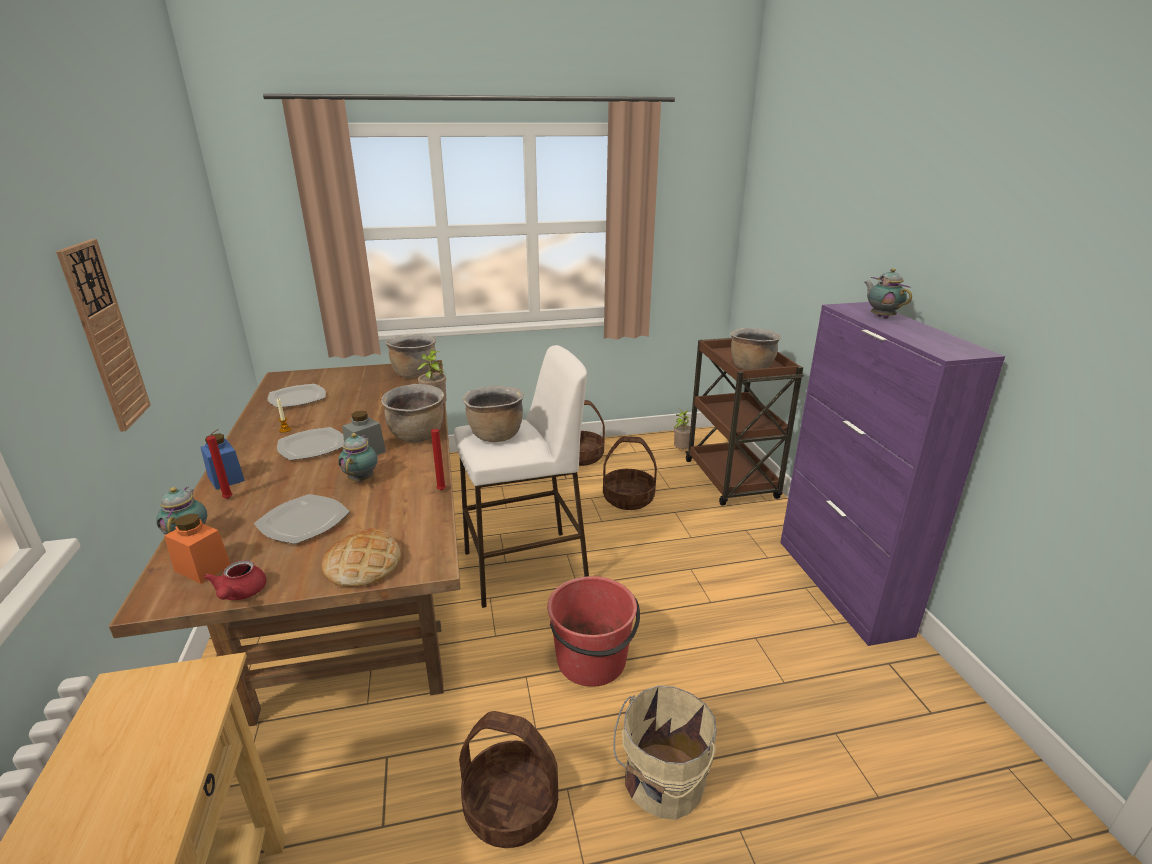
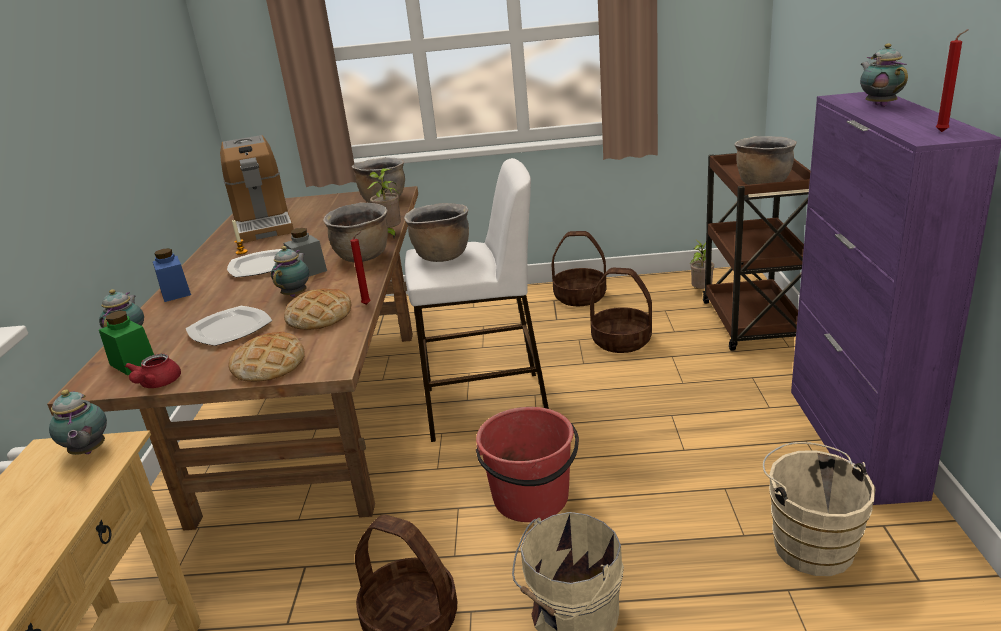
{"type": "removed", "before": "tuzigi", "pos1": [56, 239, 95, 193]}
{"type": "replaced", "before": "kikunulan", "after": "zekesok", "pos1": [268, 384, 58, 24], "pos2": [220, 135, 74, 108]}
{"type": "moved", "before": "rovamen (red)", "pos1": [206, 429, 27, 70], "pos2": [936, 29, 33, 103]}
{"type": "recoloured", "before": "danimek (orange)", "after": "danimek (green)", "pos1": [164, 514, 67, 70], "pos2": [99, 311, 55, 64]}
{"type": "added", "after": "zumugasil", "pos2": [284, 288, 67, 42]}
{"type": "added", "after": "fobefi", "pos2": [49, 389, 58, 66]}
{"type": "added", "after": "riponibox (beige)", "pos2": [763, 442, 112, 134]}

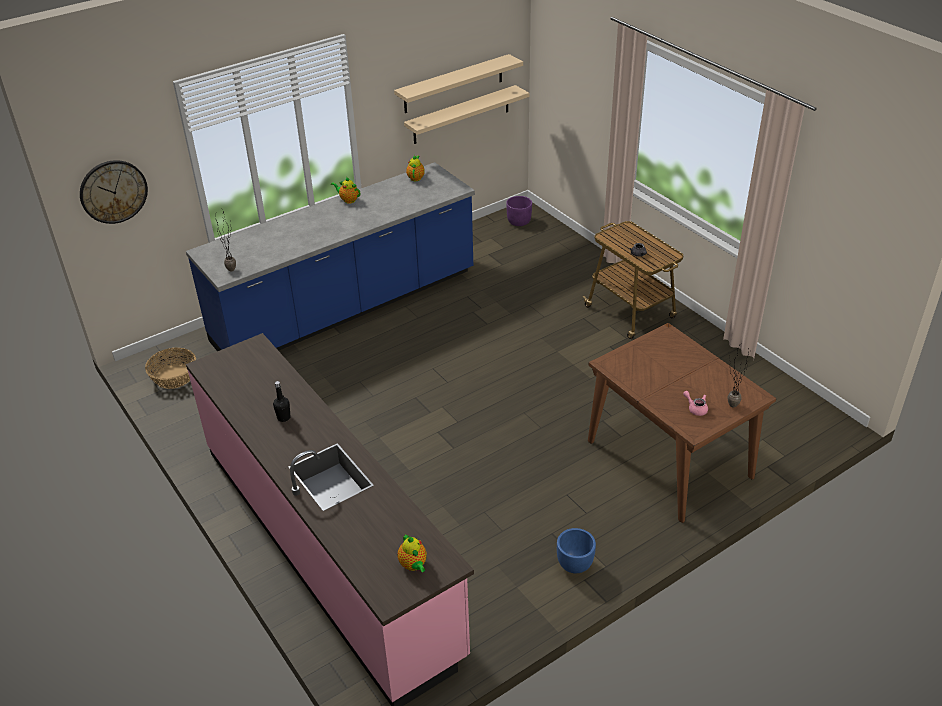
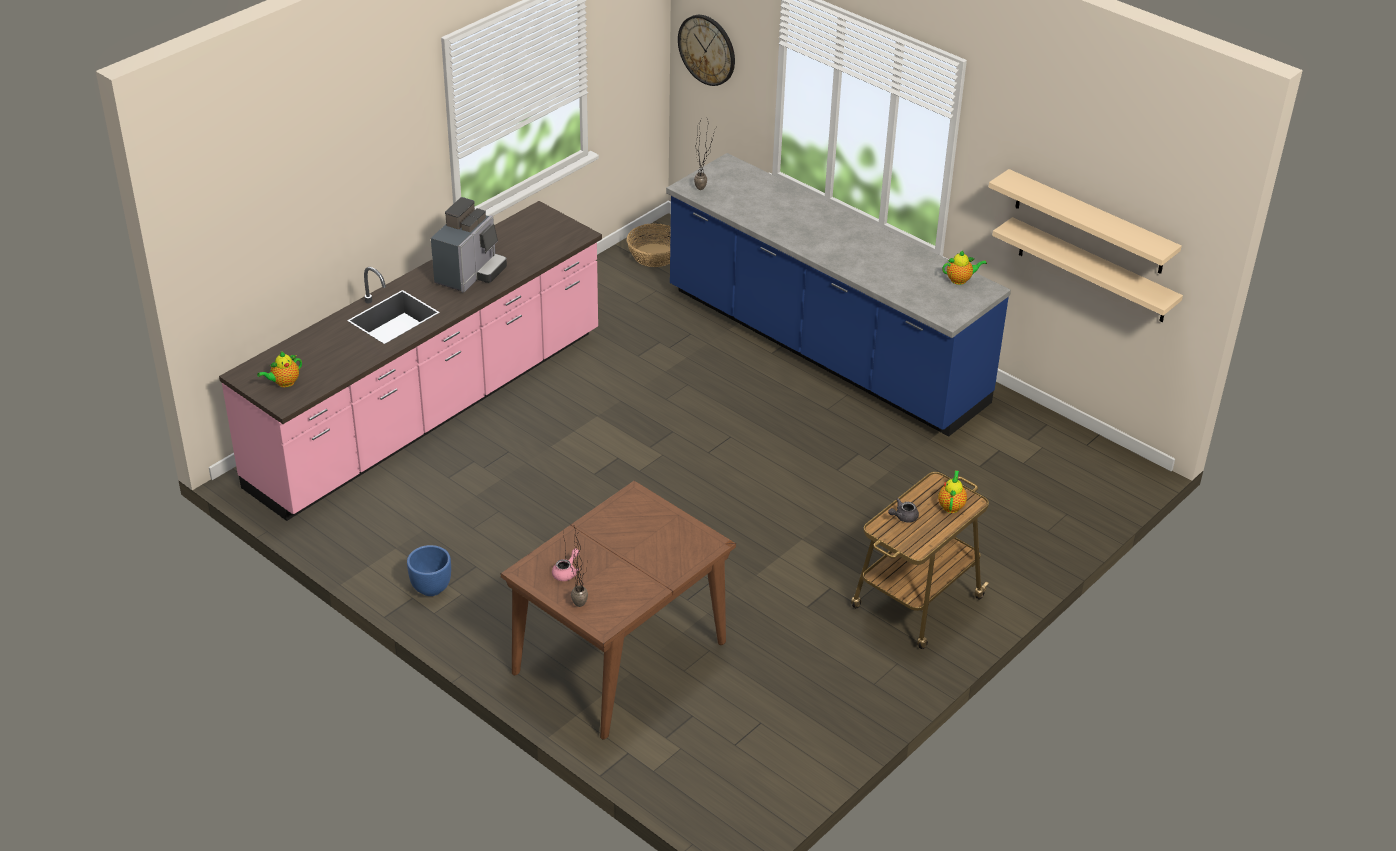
{"type": "moved", "before": "fobefi", "pos1": [331, 176, 29, 28], "pos2": [938, 470, 29, 43]}
{"type": "removed", "before": "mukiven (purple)", "pos1": [506, 196, 26, 30]}
{"type": "replaced", "before": "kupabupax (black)", "after": "zekesok", "pos1": [273, 381, 17, 41], "pos2": [431, 197, 76, 96]}

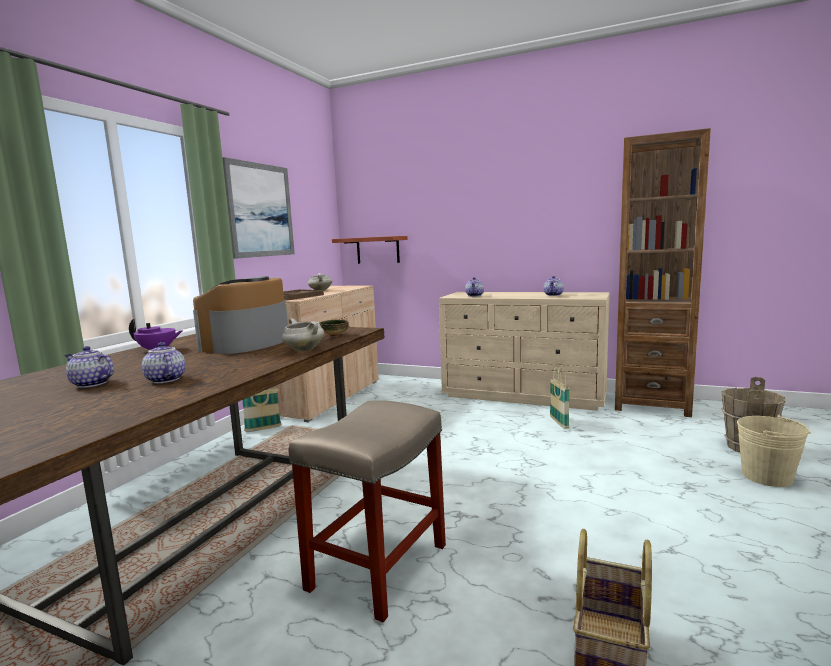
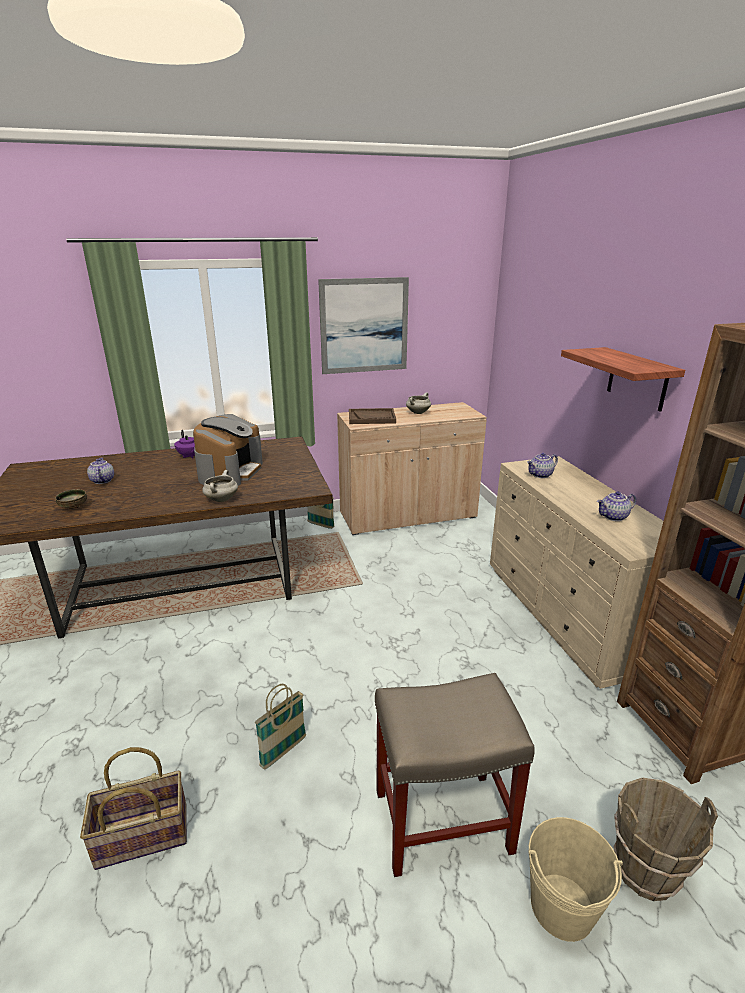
{"type": "moved", "before": "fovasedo", "pos1": [332, 236, 75, 28], "pos2": [561, 347, 124, 65]}
{"type": "turned", "before": "zekesok", "pos1": [193, 276, 95, 78], "pos2": [193, 414, 70, 72], "turn": 120}
{"type": "moved", "before": "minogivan", "pos1": [319, 319, 30, 18], "pos2": [55, 489, 32, 20]}
{"type": "removed", "before": "fobefi", "pos1": [142, 342, 43, 41]}
{"type": "moved", "before": "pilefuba", "pos1": [550, 367, 20, 62], "pos2": [255, 684, 51, 85]}
{"type": "moved", "before": "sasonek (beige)", "pos1": [289, 400, 157, 223], "pos2": [375, 673, 160, 204]}

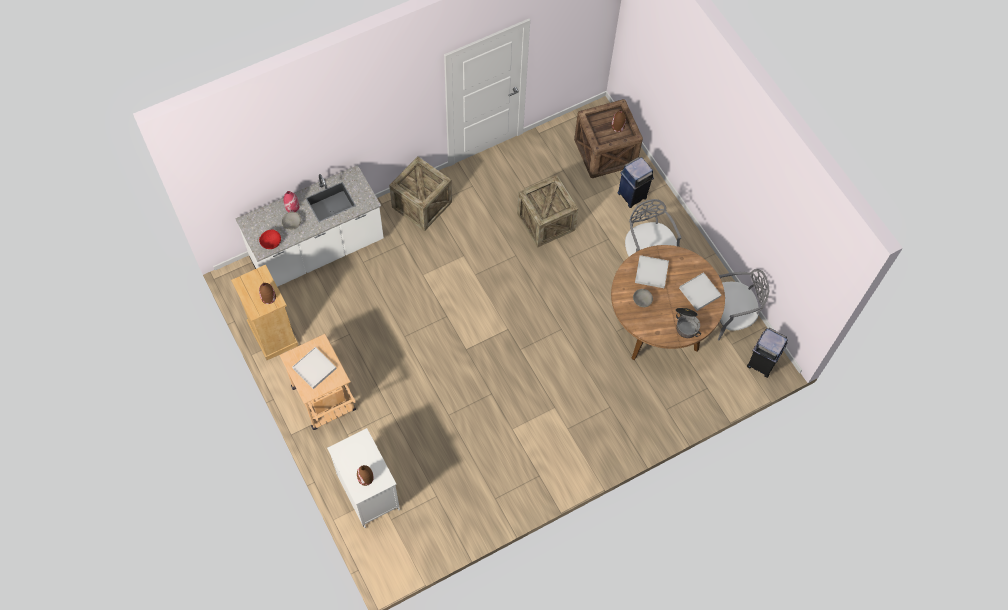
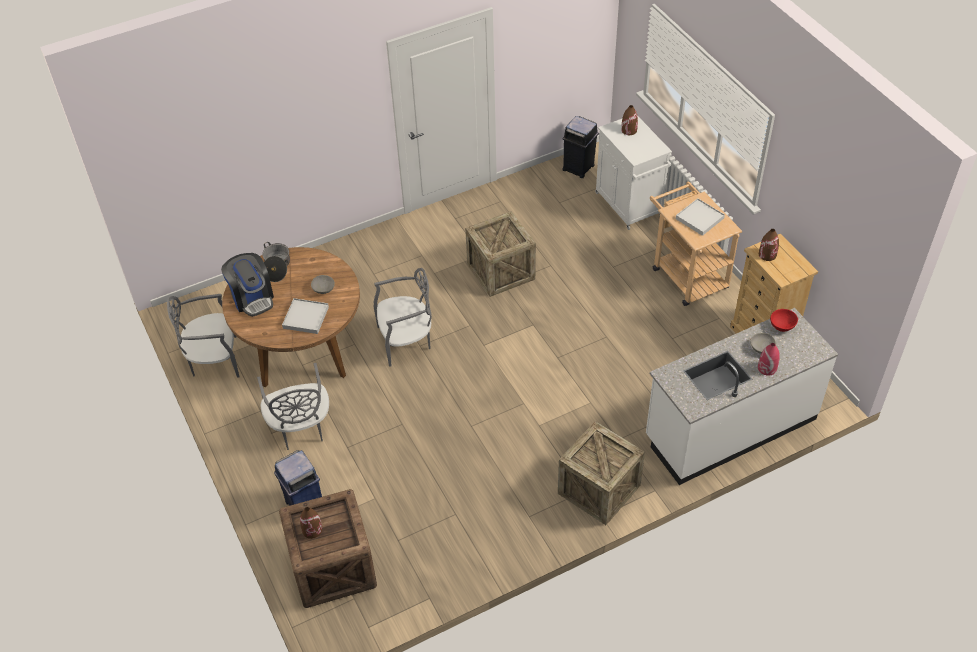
{"type": "moved", "before": "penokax", "pos1": [517, 175, 62, 73], "pos2": [465, 211, 71, 86]}
{"type": "replaced", "before": "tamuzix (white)", "after": "zekesok", "pos1": [679, 272, 42, 39], "pos2": [221, 253, 53, 64]}
{"type": "moved", "before": "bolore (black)", "pos1": [747, 328, 41, 50], "pos2": [562, 116, 37, 62]}
{"type": "added", "after": "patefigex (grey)", "pos2": [373, 268, 59, 99]}

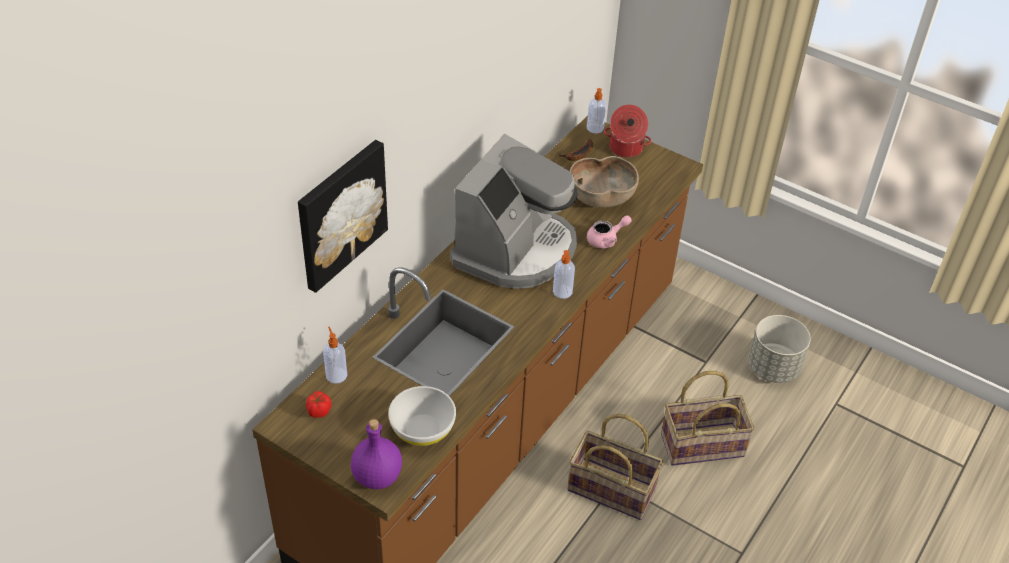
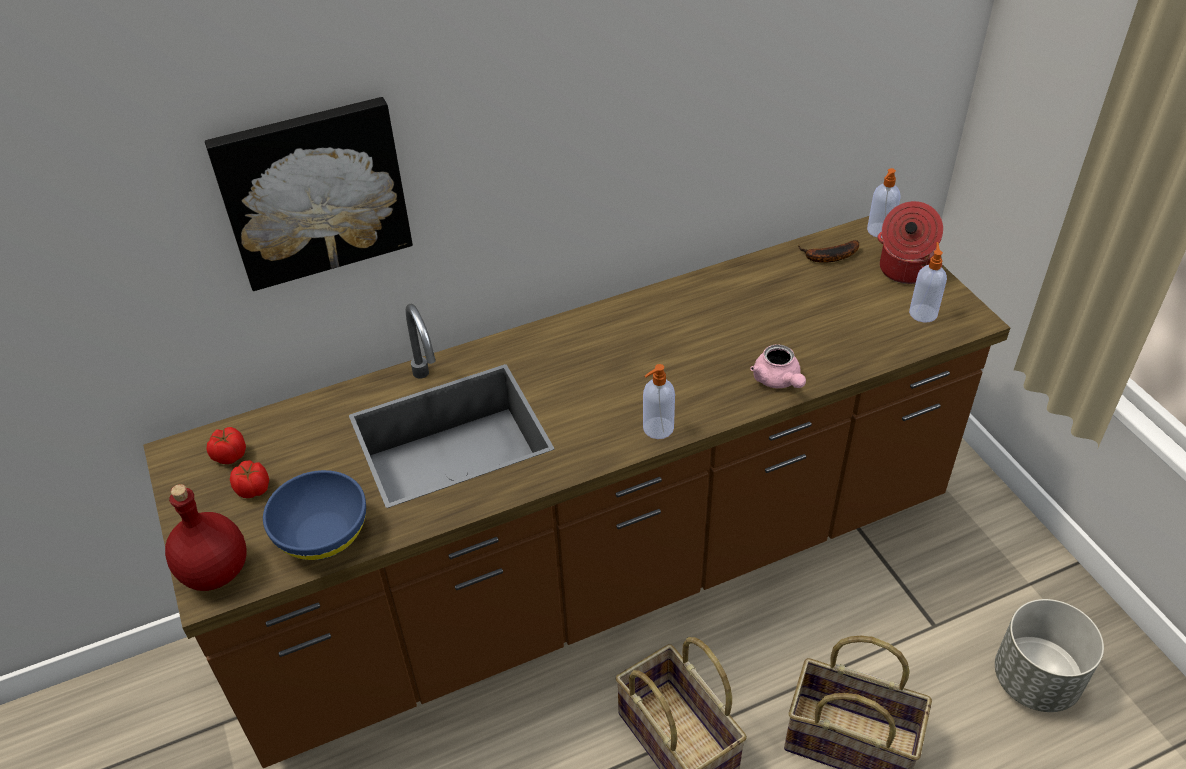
{"type": "removed", "before": "zekesok", "pos1": [450, 134, 128, 155]}
{"type": "removed", "before": "minogivan (brown)", "pos1": [570, 156, 69, 51]}
{"type": "turned", "before": "fobefi (pink)", "pos1": [587, 215, 44, 33], "pos2": [750, 344, 56, 44], "turn": 60}
{"type": "moved", "before": "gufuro", "pos1": [323, 327, 24, 57], "pos2": [909, 242, 38, 80]}
{"type": "recoloured", "before": "minogivan (white)", "after": "minogivan (blue)", "pos1": [388, 386, 68, 60], "pos2": [263, 470, 103, 90]}
{"type": "recoloured", "before": "kupabupax (purple)", "after": "kupabupax (red)", "pos1": [351, 419, 51, 70], "pos2": [165, 484, 82, 107]}
{"type": "added", "after": "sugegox", "pos2": [230, 460, 39, 38]}

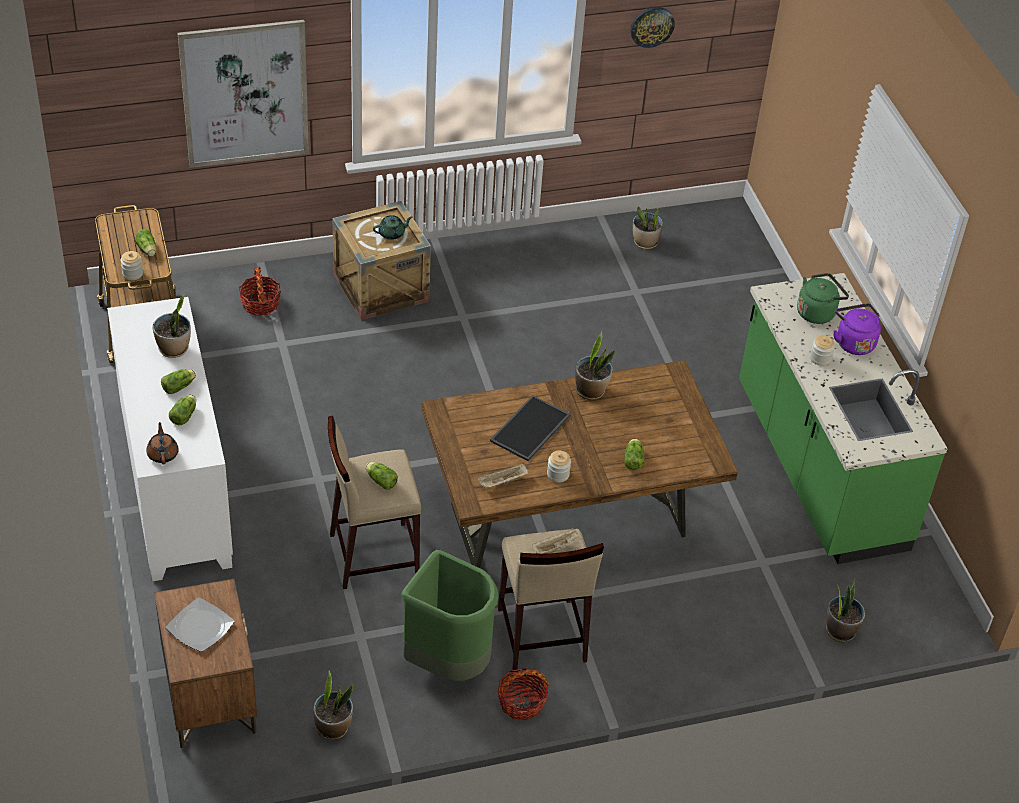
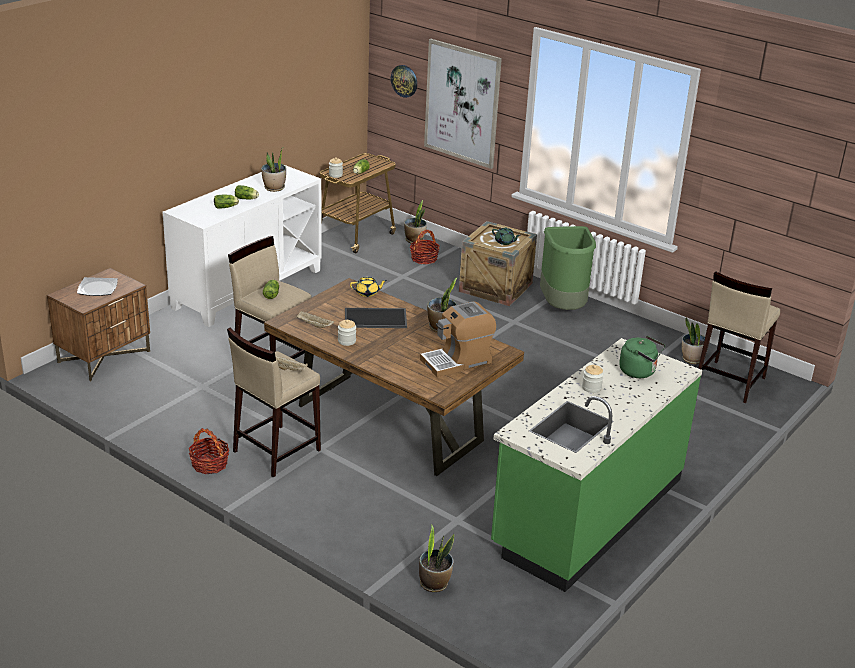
{"type": "moved", "before": "tuzigi", "pos1": [630, 7, 45, 41], "pos2": [391, 65, 26, 33]}
{"type": "removed", "before": "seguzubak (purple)", "pos1": [833, 303, 48, 52]}
{"type": "removed", "before": "fobefi (brown)", "pos1": [146, 422, 32, 42]}
{"type": "removed", "before": "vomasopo", "pos1": [624, 439, 21, 31]}
{"type": "moved", "before": "bolore (green)", "pos1": [401, 550, 98, 131], "pos2": [540, 226, 56, 84]}
{"type": "moved", "before": "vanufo", "pos1": [313, 671, 40, 69], "pos2": [404, 200, 23, 43]}
{"type": "added", "after": "sasonek (beige)", "pos2": [698, 271, 82, 132]}
{"type": "added", "after": "fobefi (yellow)", "pos2": [350, 277, 37, 20]}
{"type": "added", "after": "zekesok", "pos2": [420, 301, 76, 76]}

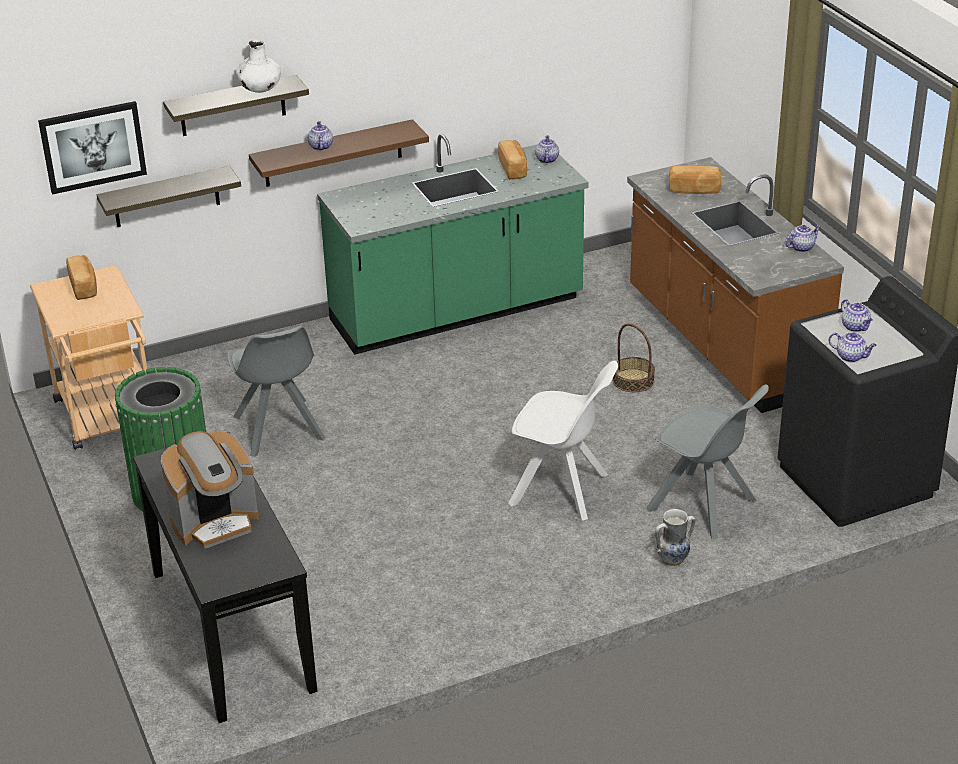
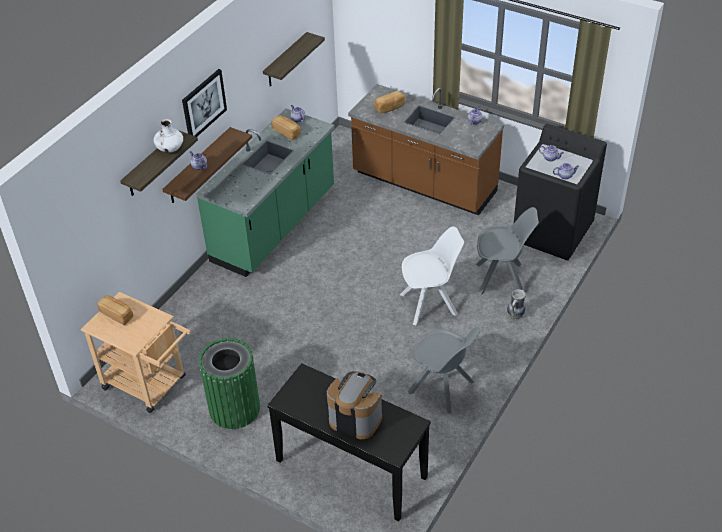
{"type": "moved", "before": "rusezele", "pos1": [38, 101, 109, 94], "pos2": [182, 69, 45, 68]}
{"type": "moved", "before": "fovasedo", "pos1": [97, 166, 144, 61], "pos2": [263, 32, 62, 55]}
{"type": "removed", "before": "pilefuba", "pos1": [612, 323, 43, 69]}
{"type": "moved", "before": "patefigex (grey)", "pos1": [228, 326, 97, 131], "pos2": [408, 327, 72, 87]}
{"type": "turned", "before": "zekesok", "pos1": [161, 431, 98, 118], "pos2": [327, 371, 55, 68], "turn": -90}

